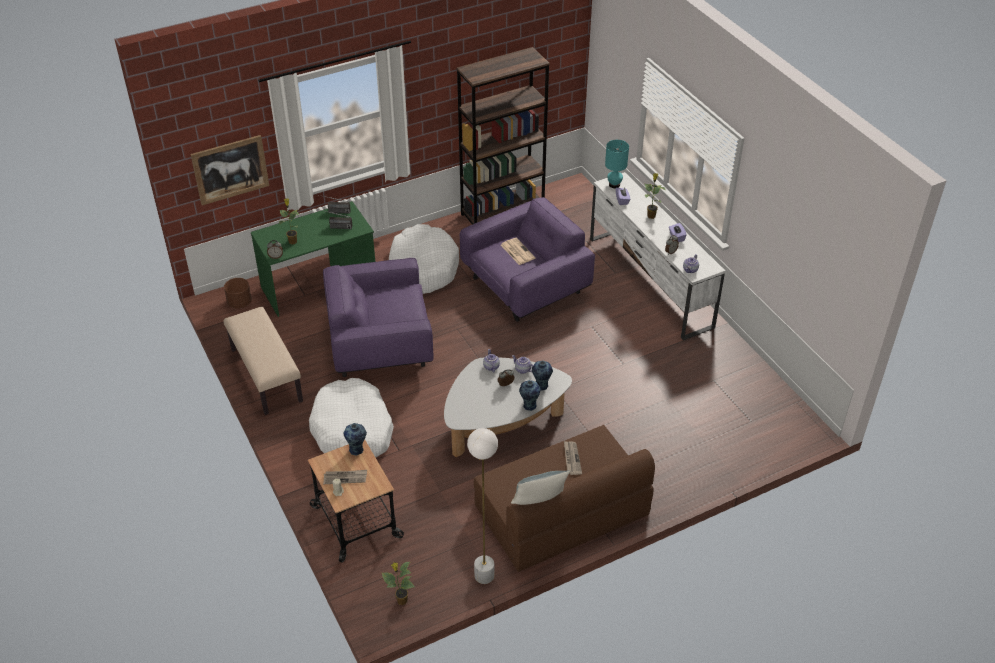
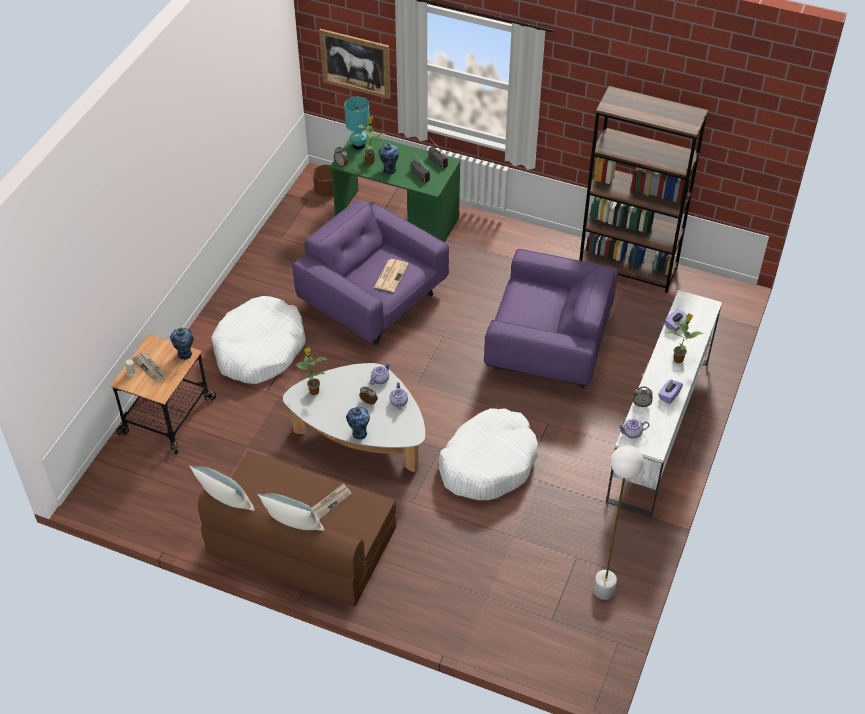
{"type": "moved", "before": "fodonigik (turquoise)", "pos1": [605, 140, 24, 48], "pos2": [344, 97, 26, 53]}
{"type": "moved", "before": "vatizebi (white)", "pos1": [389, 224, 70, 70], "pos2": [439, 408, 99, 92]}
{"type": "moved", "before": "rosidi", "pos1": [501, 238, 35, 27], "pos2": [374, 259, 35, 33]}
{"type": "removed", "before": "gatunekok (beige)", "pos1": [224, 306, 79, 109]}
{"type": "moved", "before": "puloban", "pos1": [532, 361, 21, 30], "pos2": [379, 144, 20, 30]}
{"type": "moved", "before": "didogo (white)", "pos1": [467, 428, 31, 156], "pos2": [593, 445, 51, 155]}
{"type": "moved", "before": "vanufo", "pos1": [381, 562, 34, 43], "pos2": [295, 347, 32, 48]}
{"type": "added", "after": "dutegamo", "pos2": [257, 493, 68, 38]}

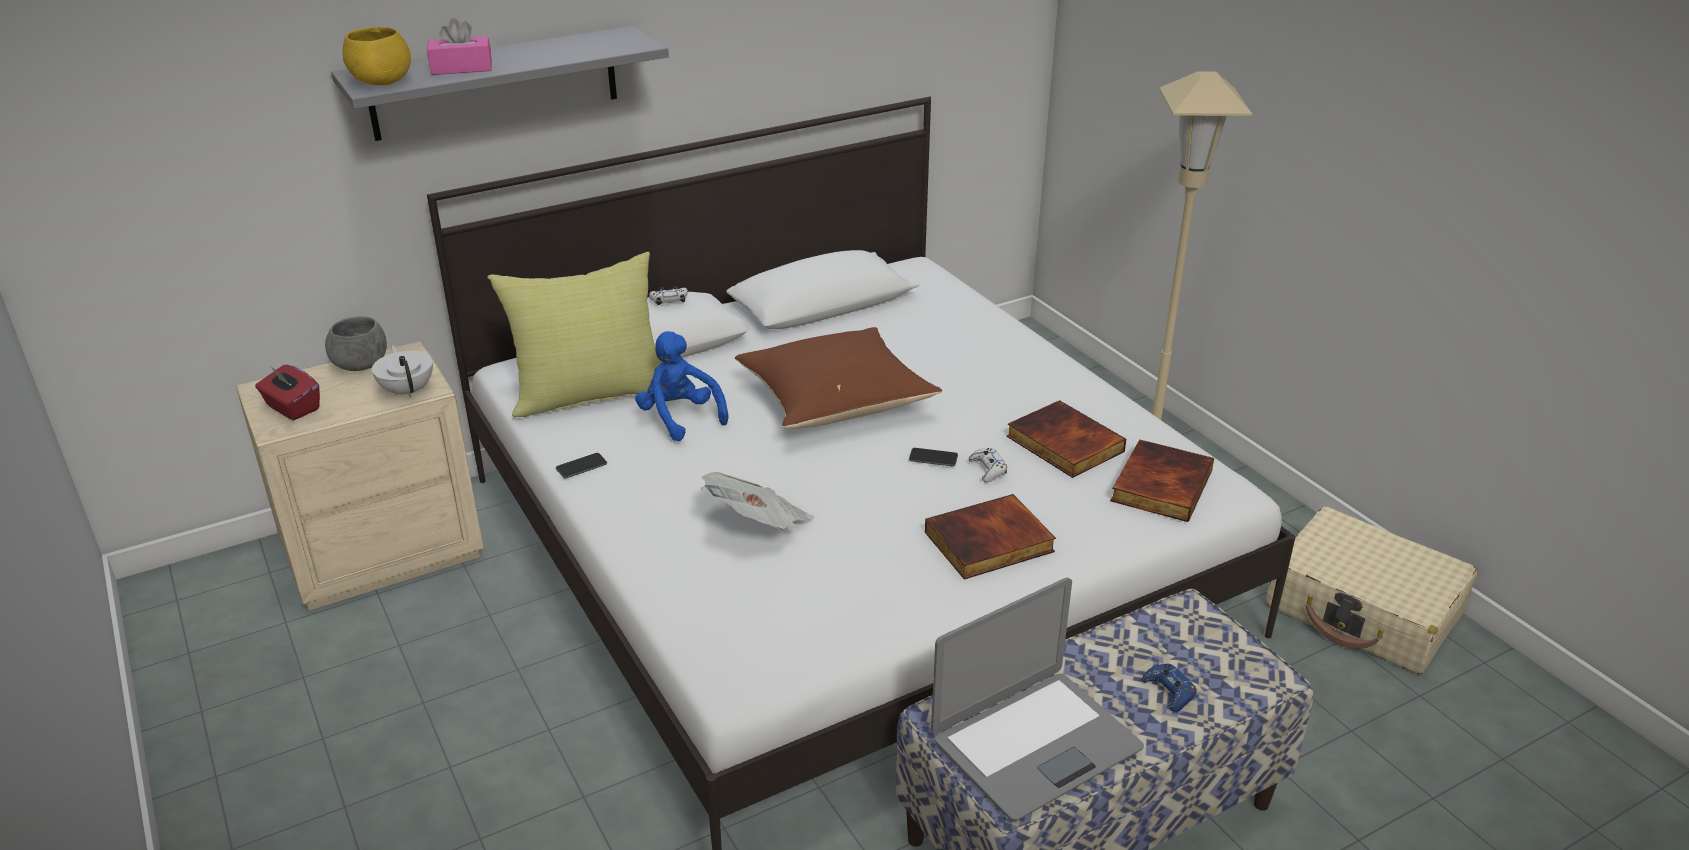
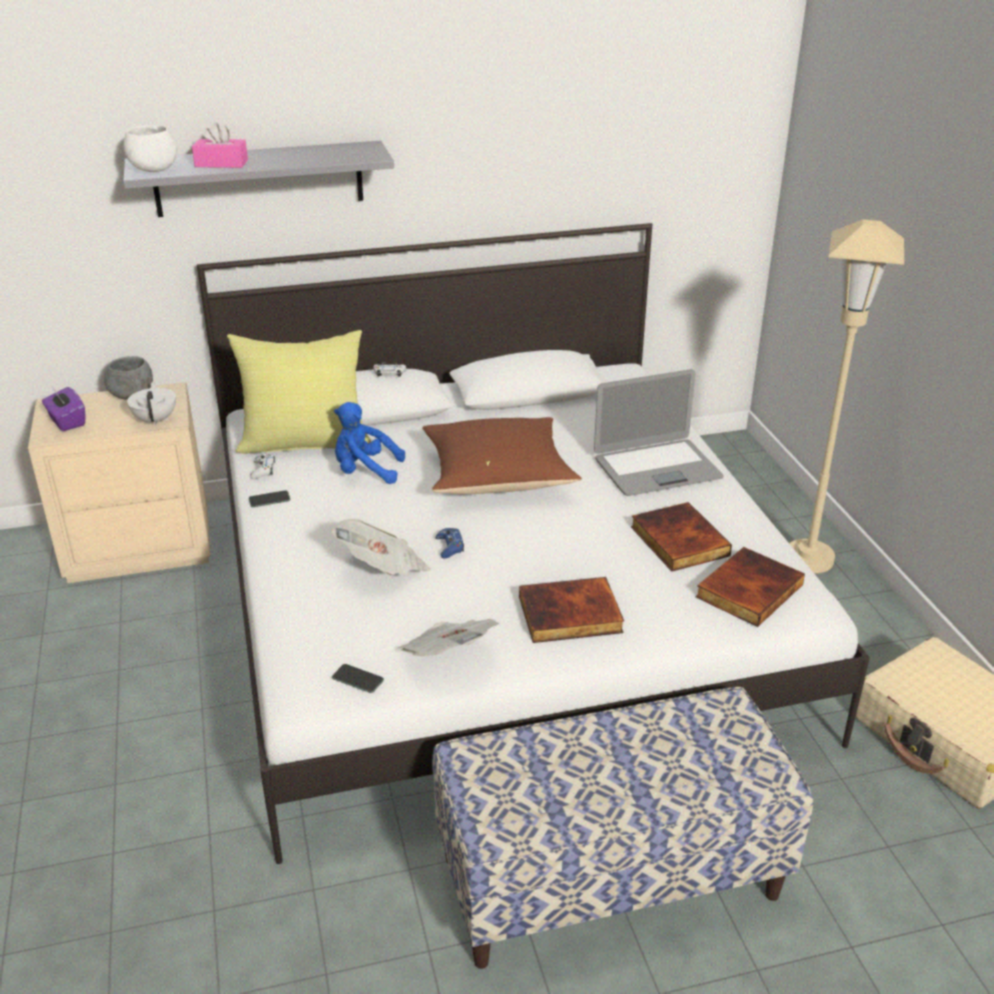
{"type": "recoloured", "before": "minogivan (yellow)", "after": "minogivan (white)", "pos1": [342, 27, 69, 58], "pos2": [124, 125, 53, 47]}
{"type": "turned", "before": "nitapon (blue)", "pos1": [635, 331, 93, 110], "pos2": [334, 402, 71, 82], "turn": -60}
{"type": "recoloured", "before": "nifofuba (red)", "after": "nifofuba (purple)", "pos1": [255, 365, 65, 55], "pos2": [42, 387, 43, 44]}
{"type": "moved", "before": "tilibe", "pos1": [909, 448, 49, 18], "pos2": [332, 664, 52, 29]}
{"type": "moved", "before": "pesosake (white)", "pos1": [969, 448, 38, 35], "pos2": [250, 454, 25, 25]}
{"type": "moved", "before": "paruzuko", "pos1": [931, 578, 213, 243], "pos2": [594, 369, 130, 127]}
{"type": "moved", "before": "pesosake (blue)", "pos1": [1142, 664, 55, 48], "pos2": [436, 528, 28, 30]}
{"type": "added", "after": "rosidi", "pos2": [399, 619, 100, 37]}

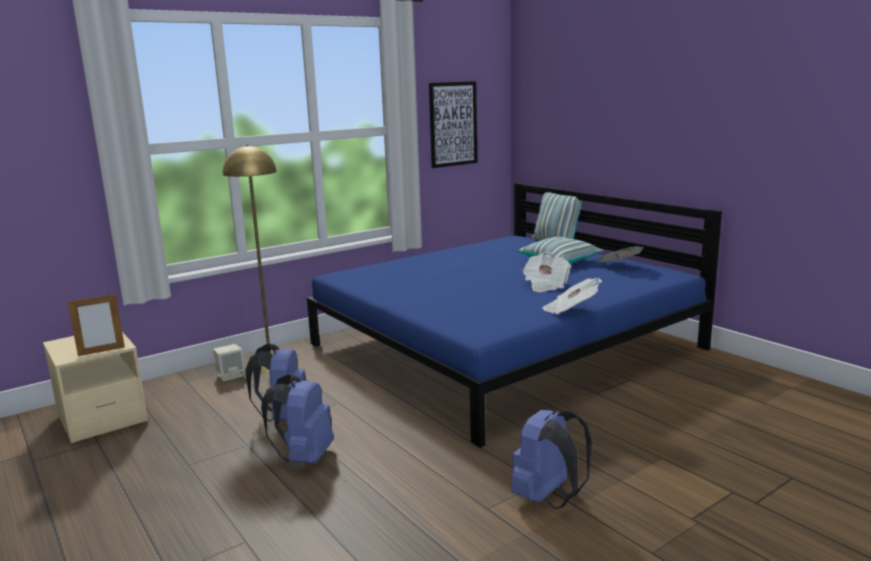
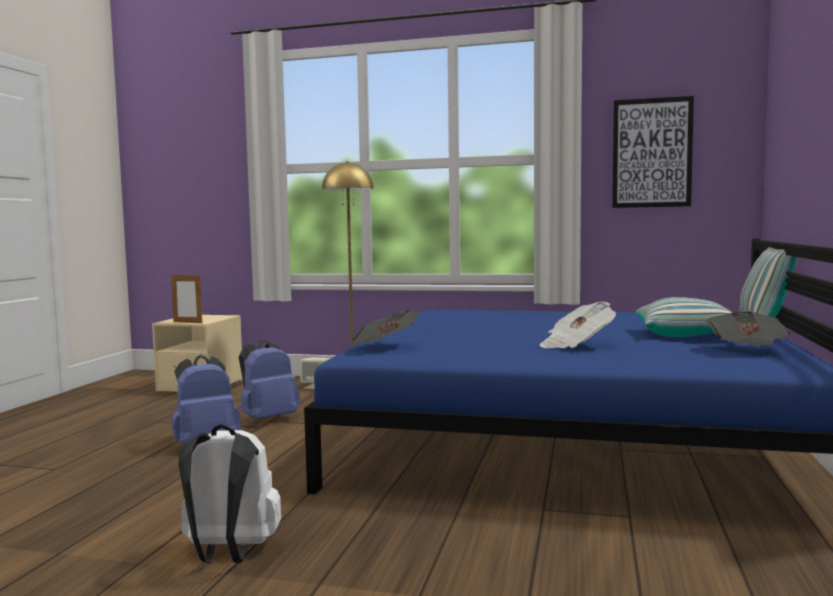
{"type": "moved", "before": "rosidi", "pos1": [542, 278, 60, 37], "pos2": [350, 309, 70, 34]}
{"type": "recoloured", "before": "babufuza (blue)", "after": "babufuza (white)", "pos1": [511, 409, 81, 100], "pos2": [178, 424, 103, 140]}

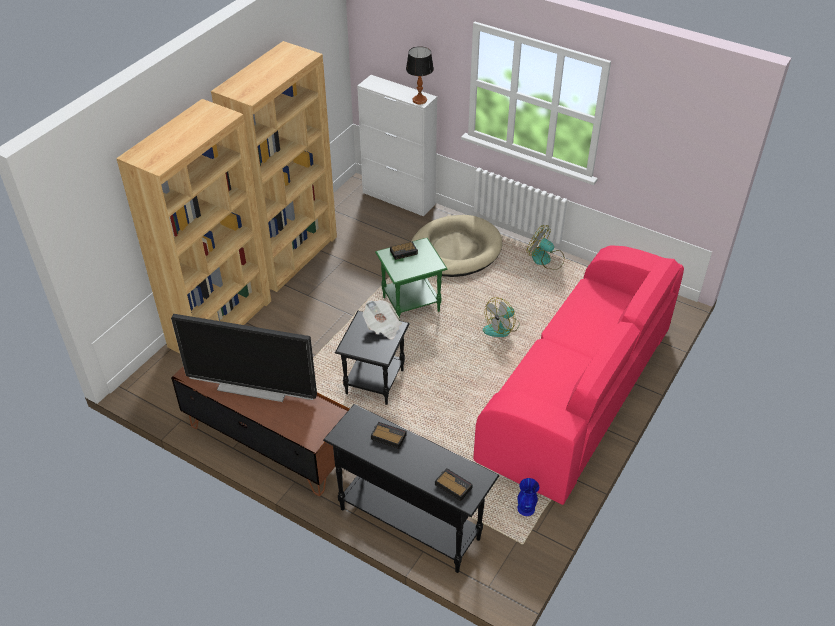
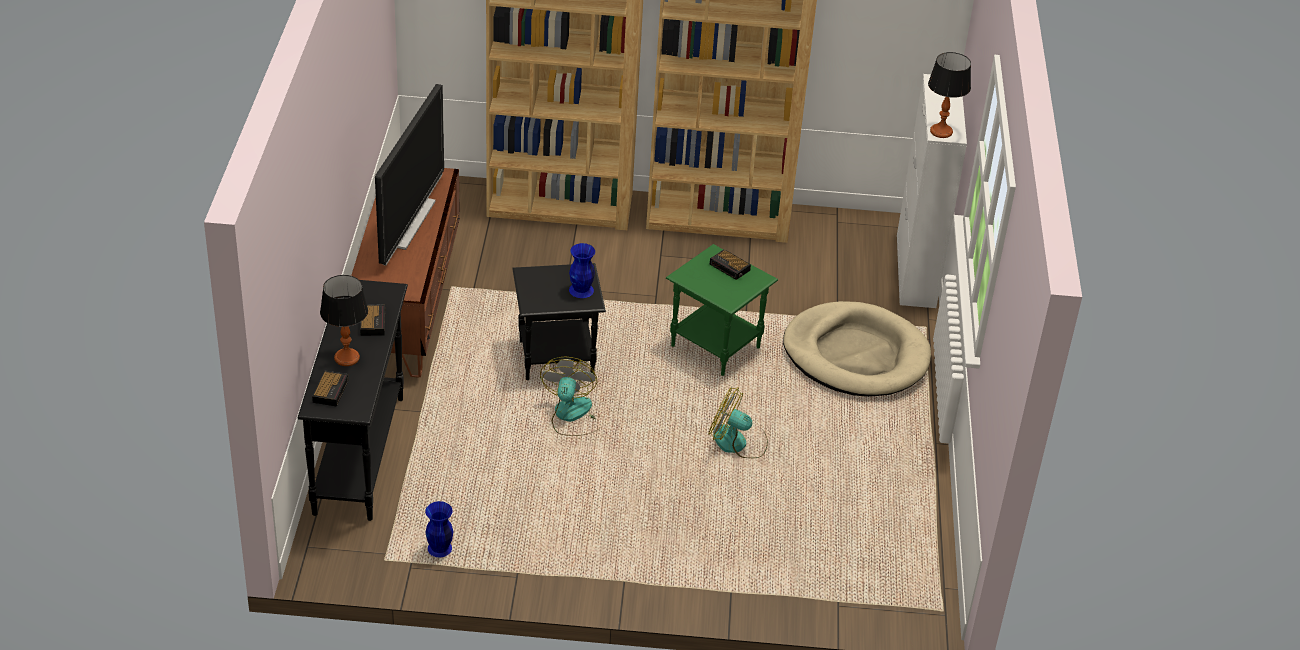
{"type": "moved", "before": "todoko", "pos1": [527, 225, 38, 45], "pos2": [540, 357, 59, 79]}
{"type": "removed", "before": "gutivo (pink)", "pos1": [473, 245, 211, 260]}
{"type": "replaced", "before": "rosidi", "after": "puloban (blue)", "pos1": [363, 300, 39, 39], "pos2": [569, 243, 26, 55]}
{"type": "turned", "before": "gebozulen", "pos1": [171, 314, 146, 88], "pos2": [375, 84, 69, 182], "turn": -150}
{"type": "added", "after": "fodonigik", "pos2": [320, 275, 48, 91]}

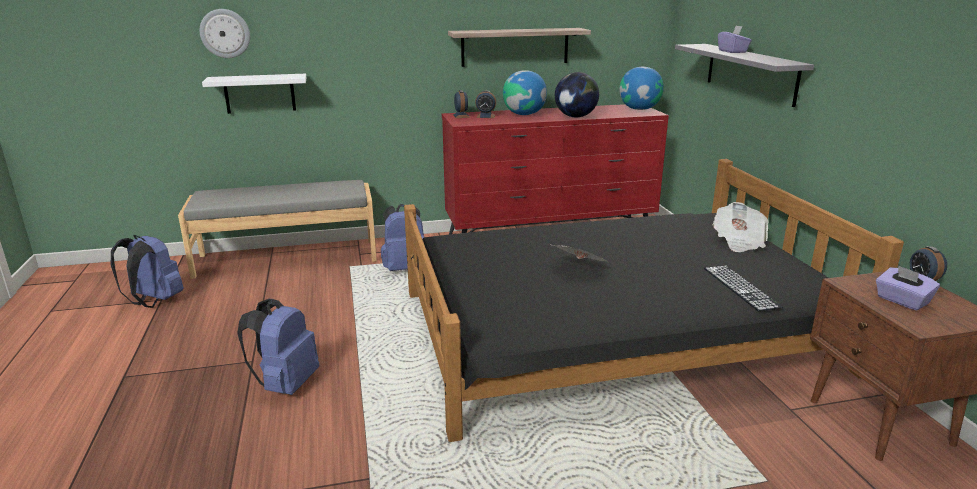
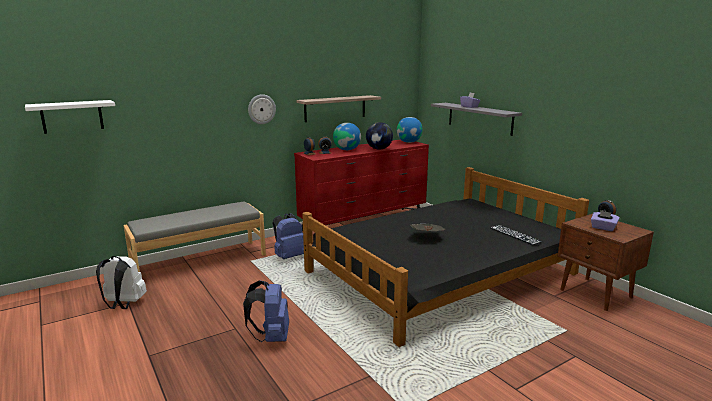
{"type": "moved", "before": "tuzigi", "pos1": [200, 9, 50, 49], "pos2": [248, 94, 28, 30]}
{"type": "moved", "before": "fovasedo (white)", "pos1": [202, 74, 104, 40], "pos2": [25, 100, 90, 34]}
{"type": "removed", "before": "rosidi", "pos1": [713, 202, 55, 50]}
{"type": "recoloured", "before": "babufuza (blue)", "after": "babufuza (white)", "pos1": [111, 235, 73, 73], "pos2": [96, 256, 51, 53]}

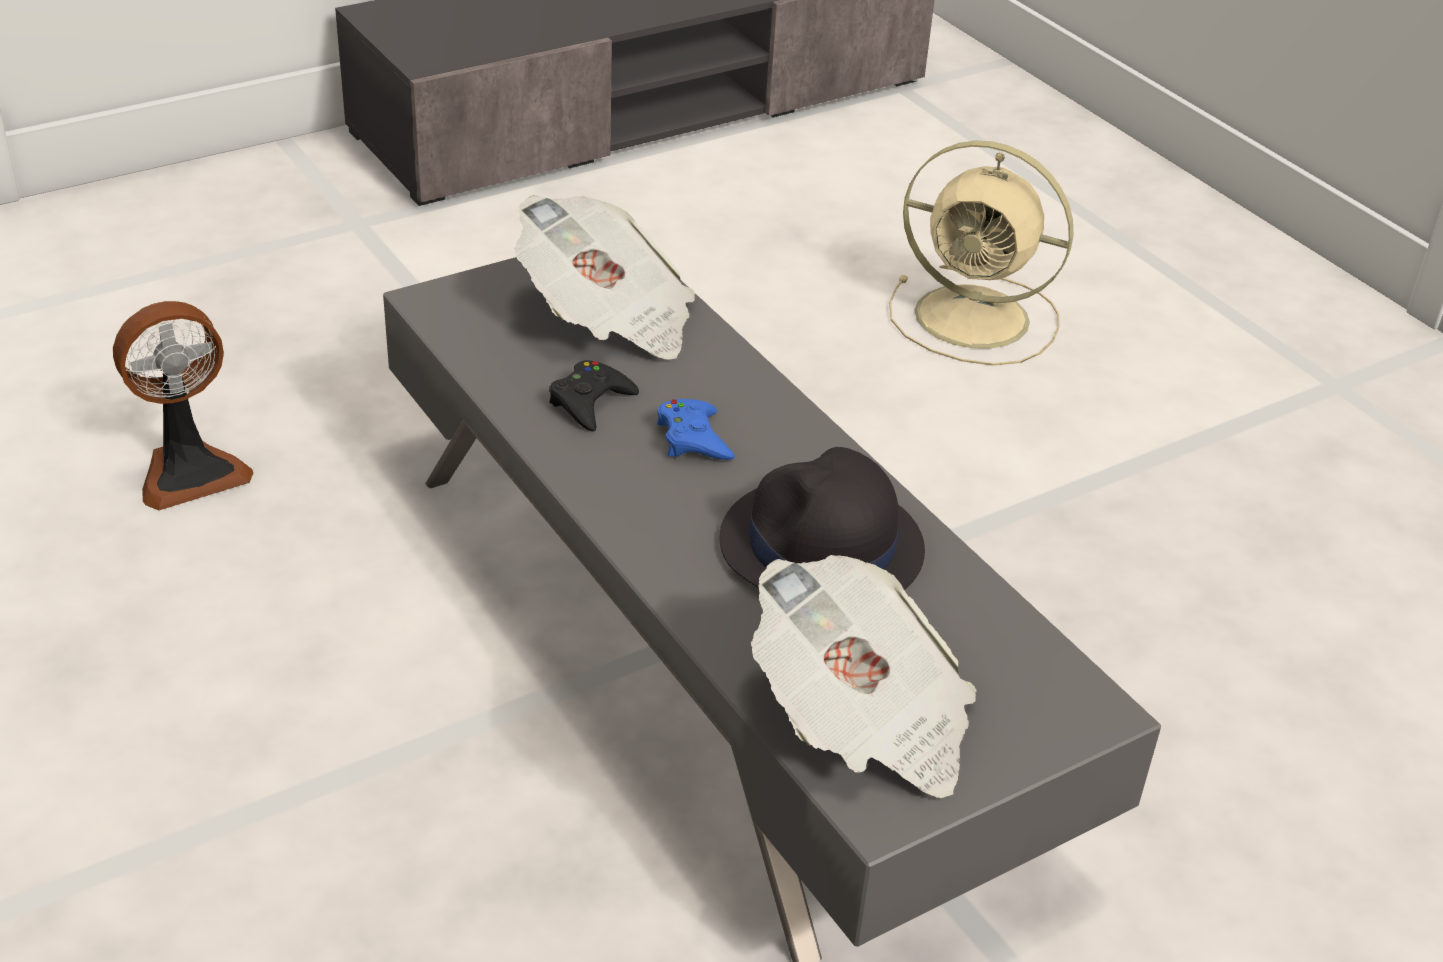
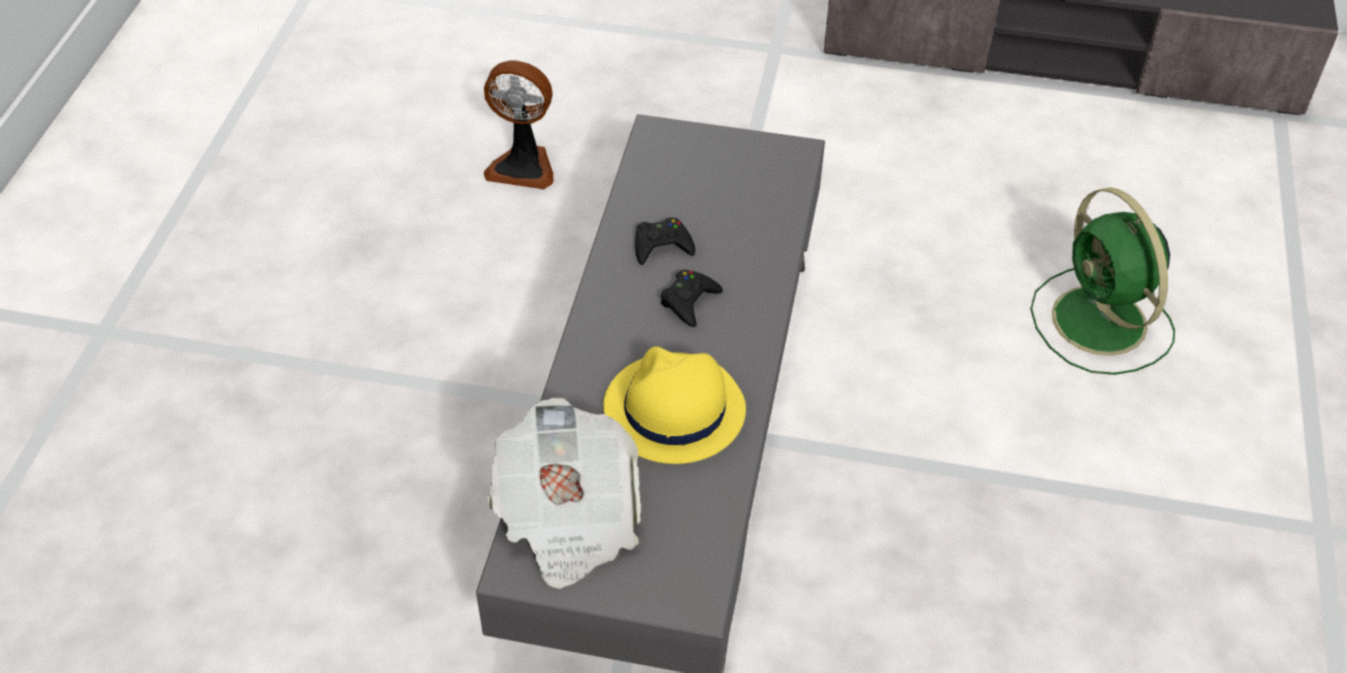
{"type": "recoloured", "before": "todoko (beige)", "after": "todoko (green)", "pos1": [889, 141, 184, 225], "pos2": [1030, 187, 145, 188]}
{"type": "removed", "before": "rosidi", "pos1": [514, 195, 181, 165]}
{"type": "recoloured", "before": "pesosake (blue)", "after": "pesosake (black)", "pos1": [657, 399, 78, 61], "pos2": [661, 270, 62, 57]}
{"type": "recoloured", "before": "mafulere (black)", "after": "mafulere (yellow)", "pos1": [719, 447, 206, 143], "pos2": [603, 347, 143, 117]}

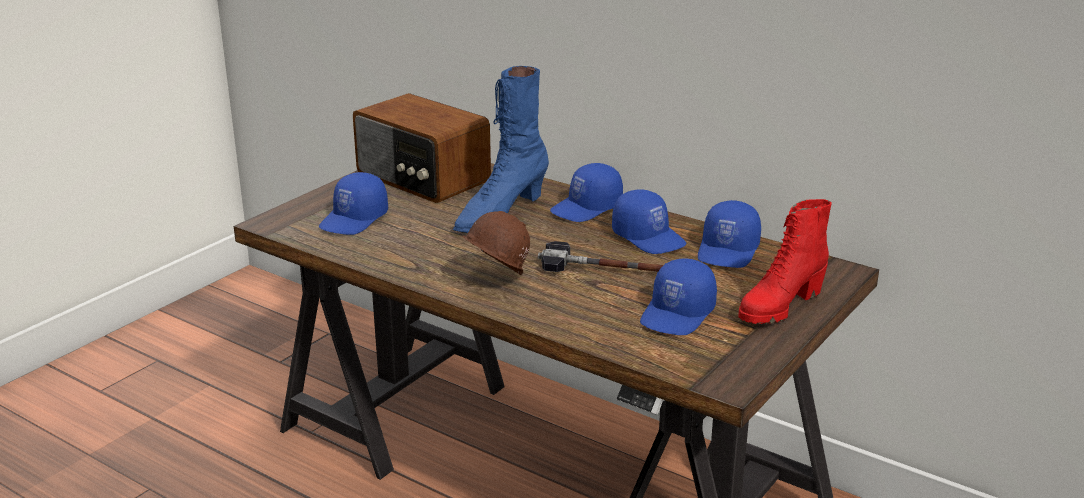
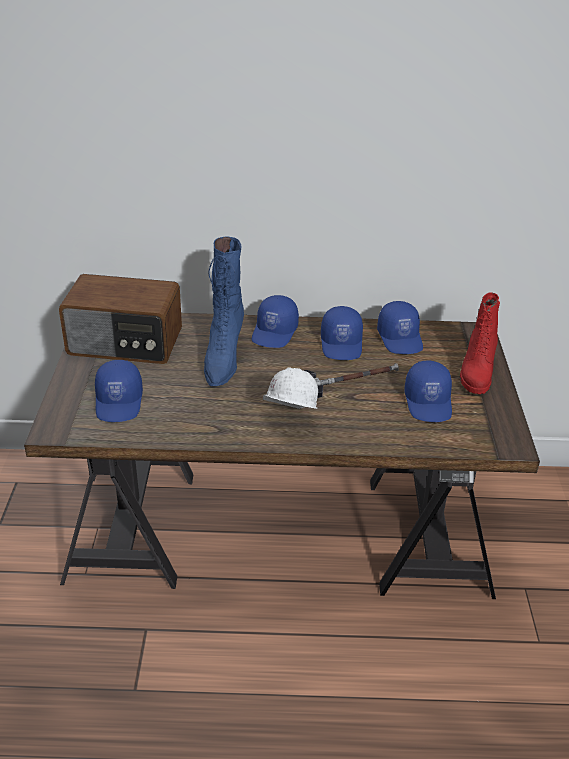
{"type": "turned", "before": "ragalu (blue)", "pos1": [612, 189, 74, 65], "pos2": [321, 306, 42, 54], "turn": 75}
{"type": "recoloured", "before": "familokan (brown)", "after": "familokan (white)", "pos1": [463, 211, 67, 64], "pos2": [263, 367, 55, 42]}

